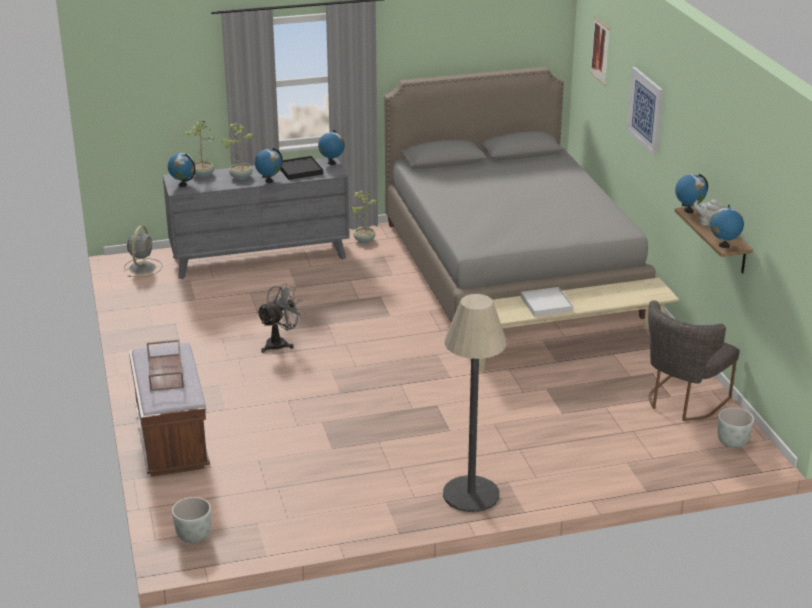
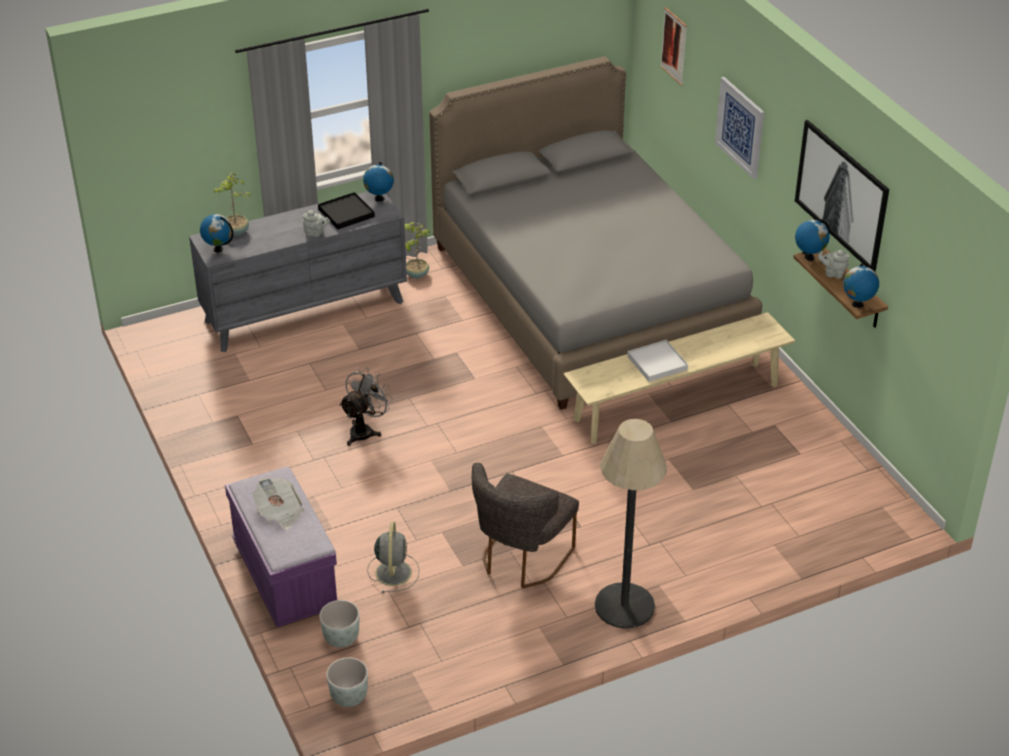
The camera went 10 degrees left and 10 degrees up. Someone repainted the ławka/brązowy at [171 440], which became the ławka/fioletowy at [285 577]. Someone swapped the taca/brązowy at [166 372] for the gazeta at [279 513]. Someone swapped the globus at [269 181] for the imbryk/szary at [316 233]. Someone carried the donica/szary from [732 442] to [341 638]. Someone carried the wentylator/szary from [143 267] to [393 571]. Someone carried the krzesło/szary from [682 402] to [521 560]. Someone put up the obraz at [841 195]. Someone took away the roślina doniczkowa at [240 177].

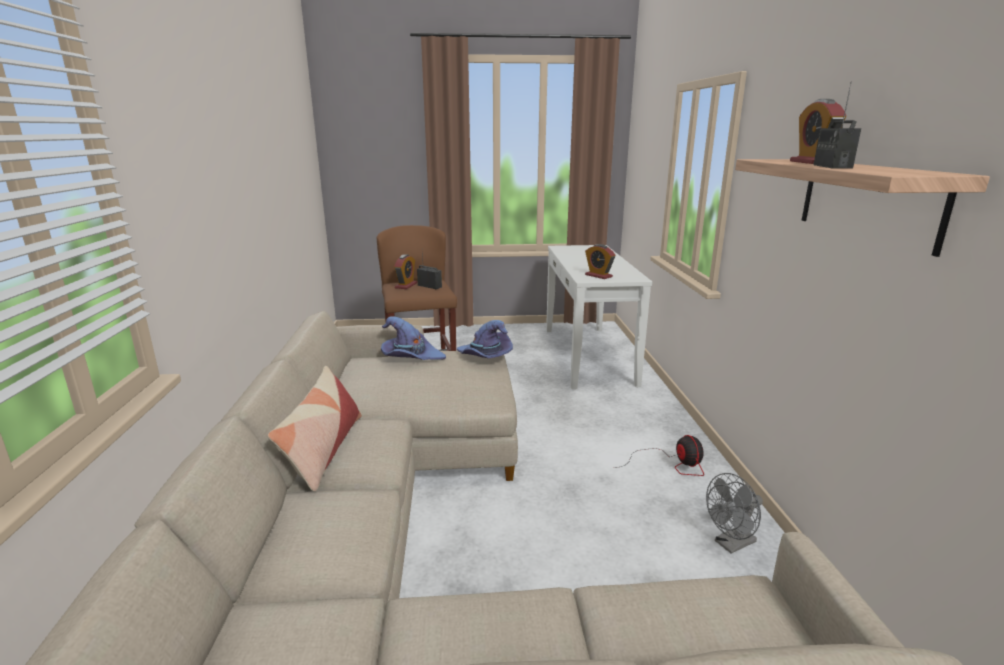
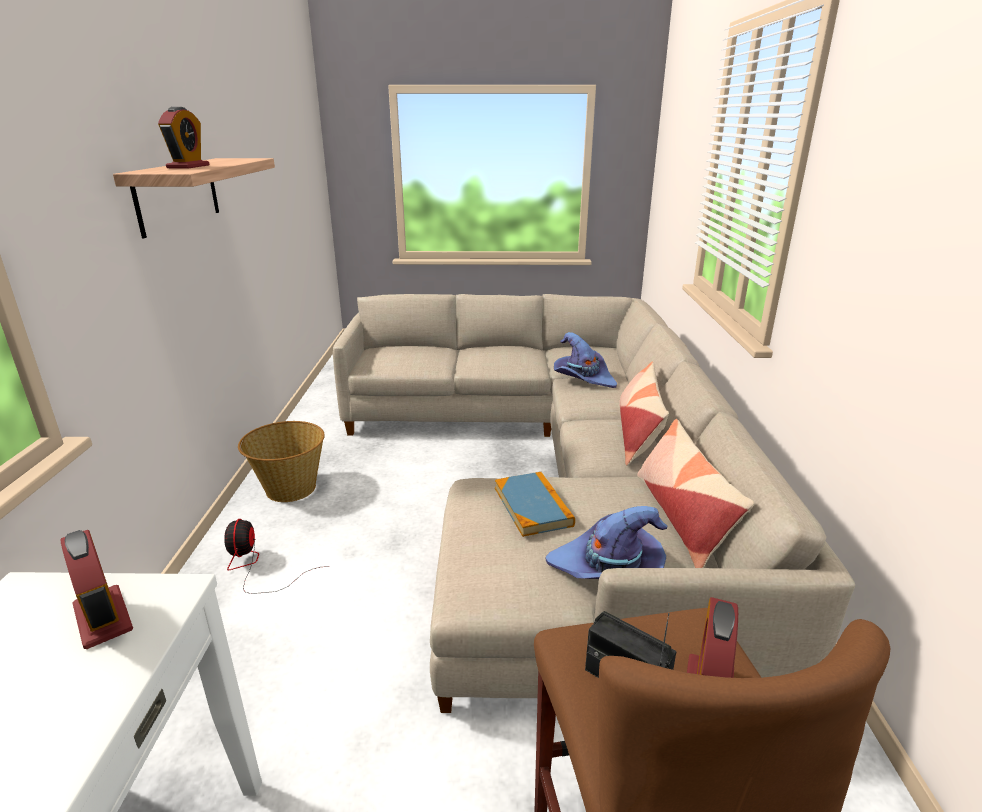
The camera went 175 degrees left and 5 degrees up. Someone swapped the wentylator/szary at [731 544] for the koszyk at [290 489]. Someone put down the książka at [533 506]. Someone carried the kapelusz/fioletowy from [484 356] to [583 378]. Someone put down the poduszka at [682 516]. Someone took away the radio at [831 166].

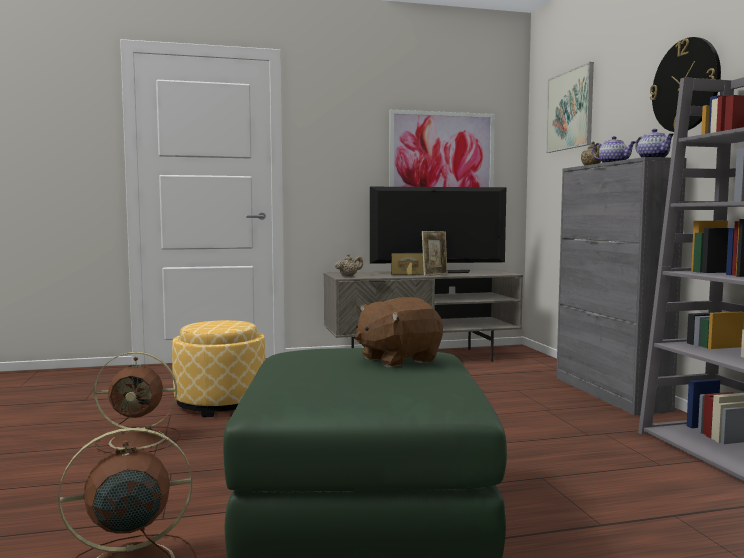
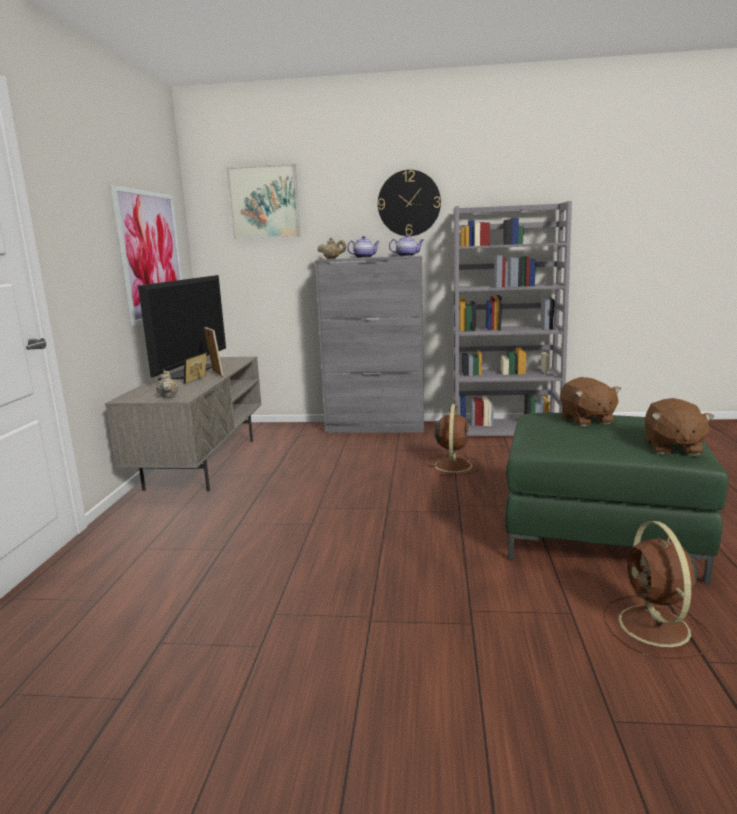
The camera went 70 degrees left and 10 degrees up. Someone carried the wentylator/brązowy from [140 440] to [453 465]. Someone put down the pluszak/brązowy at [672 448]. Someone took away the pufa at [220 403].

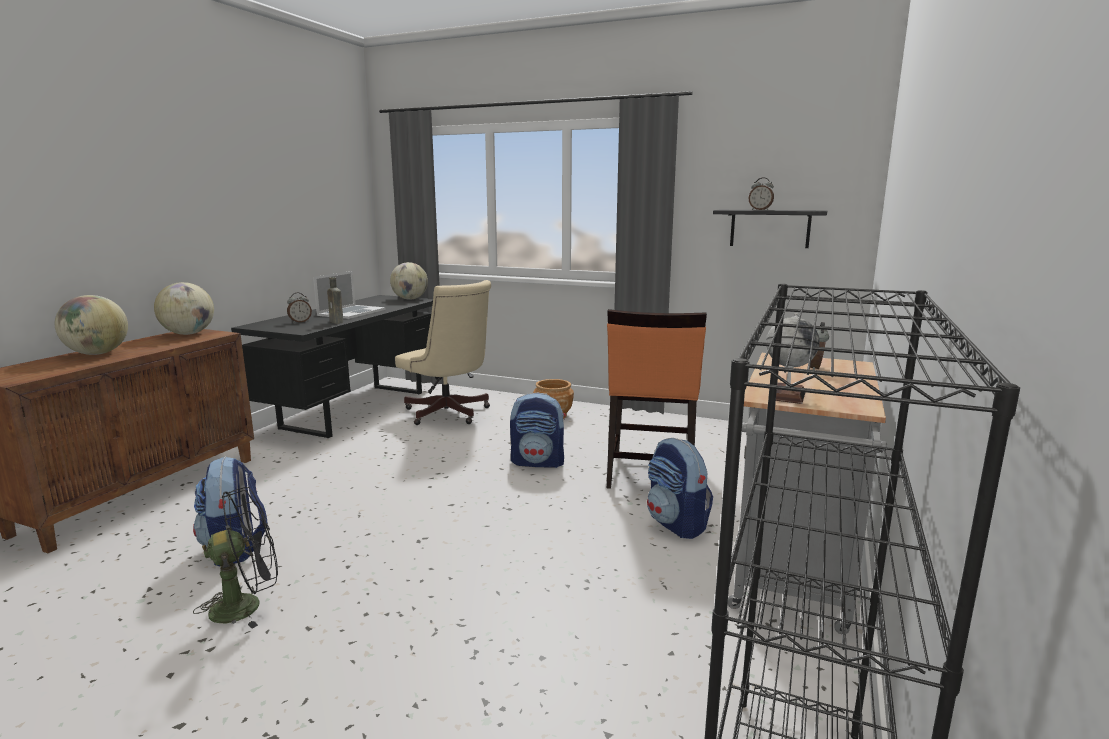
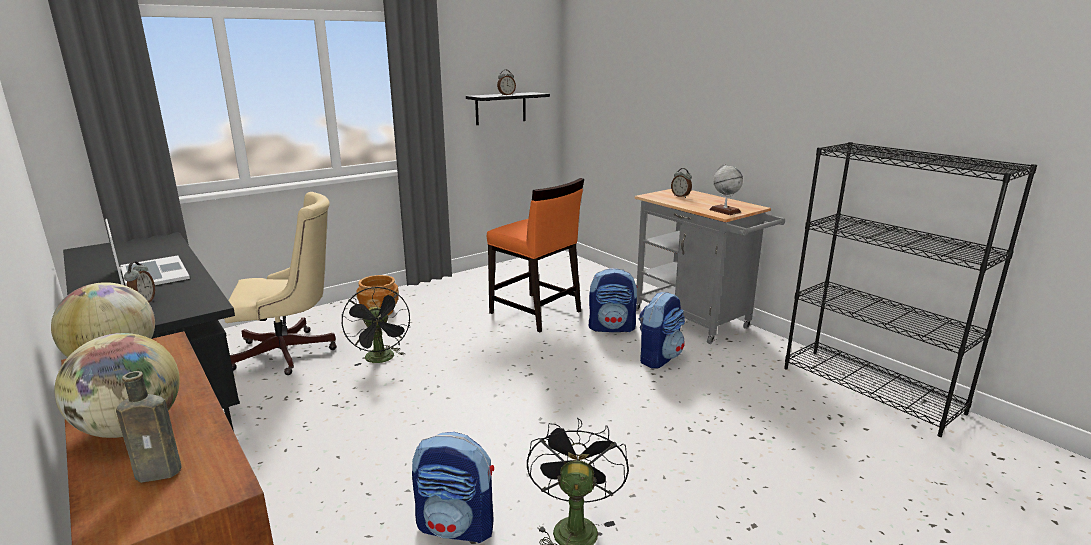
The camera went 60 degrees left and 5 degrees up. Someone carried the butelka/brązowy from [337 322] to [162 472]. Someone put down the wentylator/czarny at [382 360]. Someone carried the plecak from [538 462] to [658 358]. Someone took away the globus at [410 299].

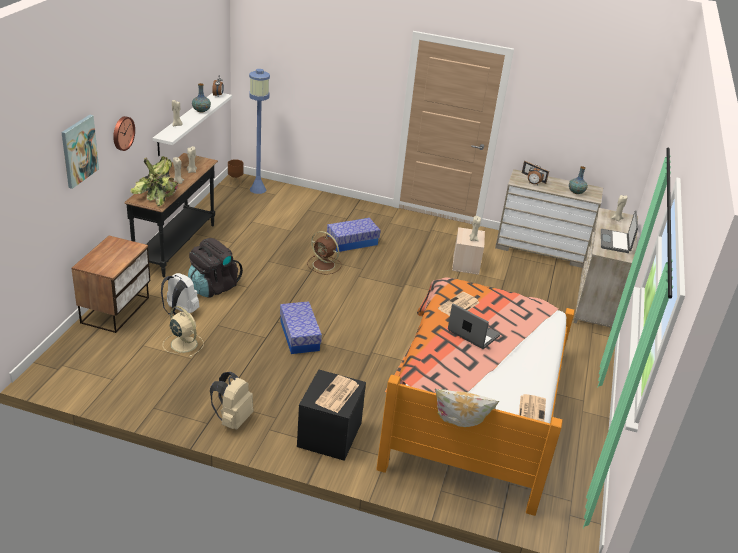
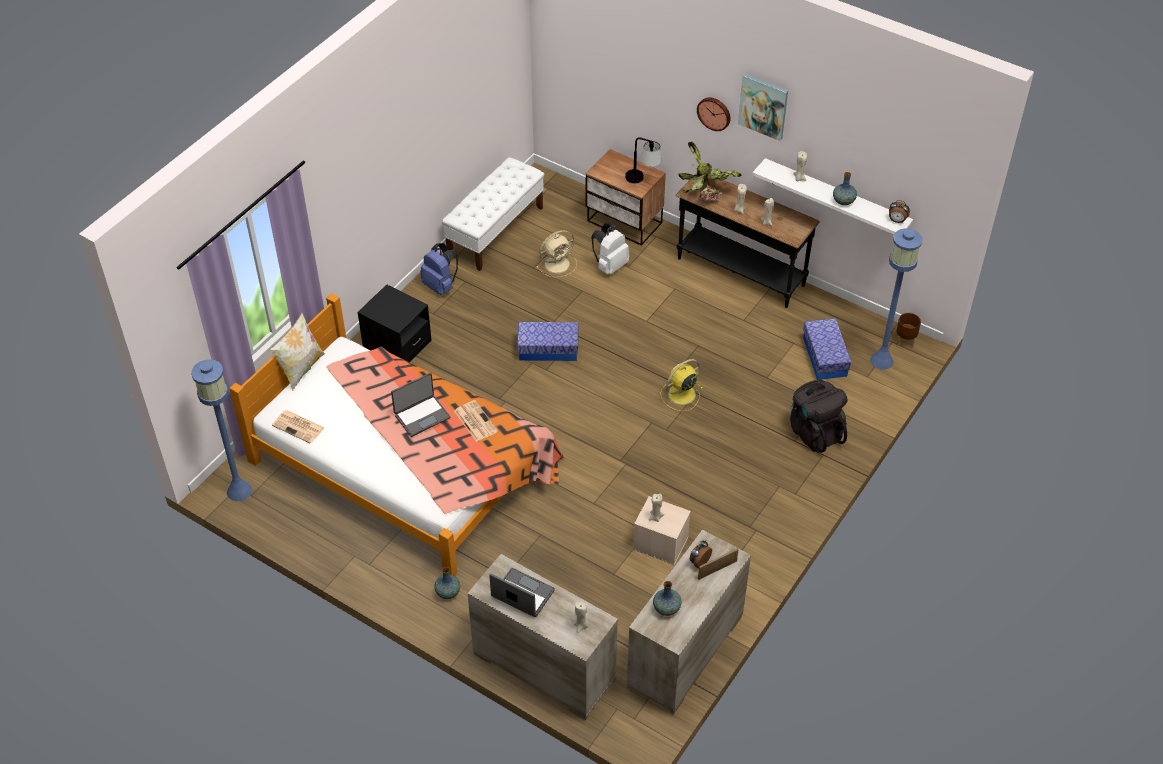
The camera went 110 degrees right and 15 degrees up. Someone put down the lampa stojąca/niebieski at [239 490]. Someone repainted the plecak/beżowy at [233 419], which became the plecak/niebieski at [441 286]. Someone put down the wazon at [448 592]. Someone put down the ławka/biały at [495 231]. Someone put down the lampa stołowa at [642 180]. Someone repainted the wentylator/brązowy at [324 265], which became the wentylator/żółty at [680 395]. Someone carried the obraz from [79 151] to [763 106]. Someone carried the plecak/czarny from [213 287] to [814 431]. Someone carried the pojemnik do przechowywania from [352 242] to [824 357]. Someone took away the gazeta at [337 395].

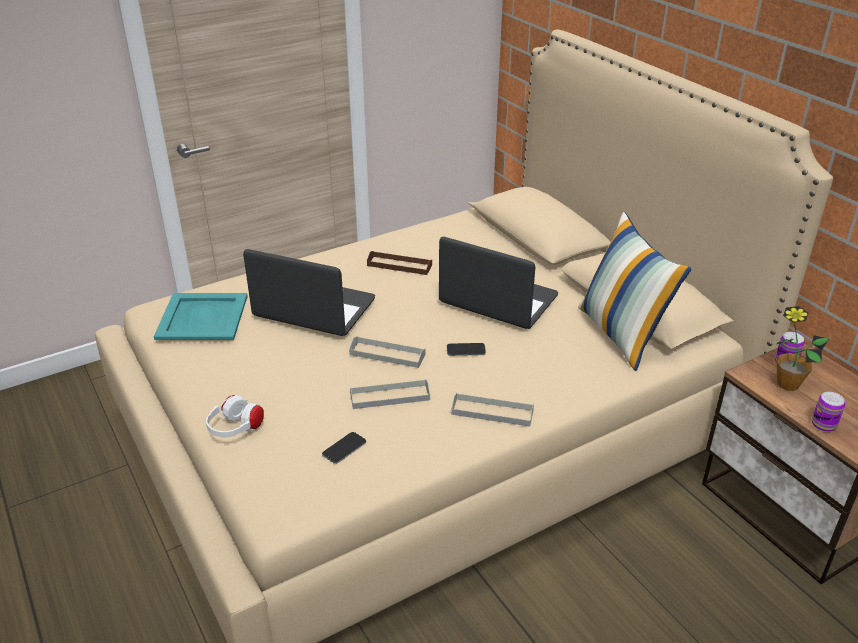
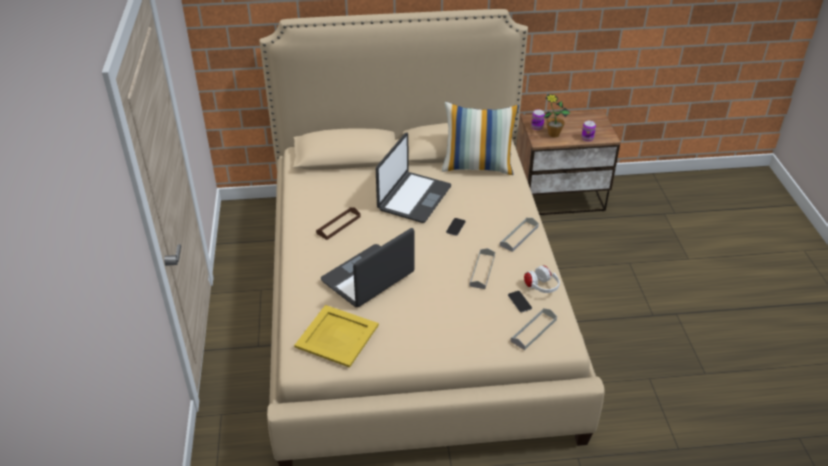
The camera went 65 degrees left and 5 degrees up. Someone repainted the taca/turkusowy at [202 317], which became the taca/żółty at [336 336]. Someone rotated the laptop at [498 301] by 150 degrees clockwise. Someone carried the taca/szary from [387 354] to [533 330]. Someone carried the słuchawki/biały from [236 429] to [541 287].

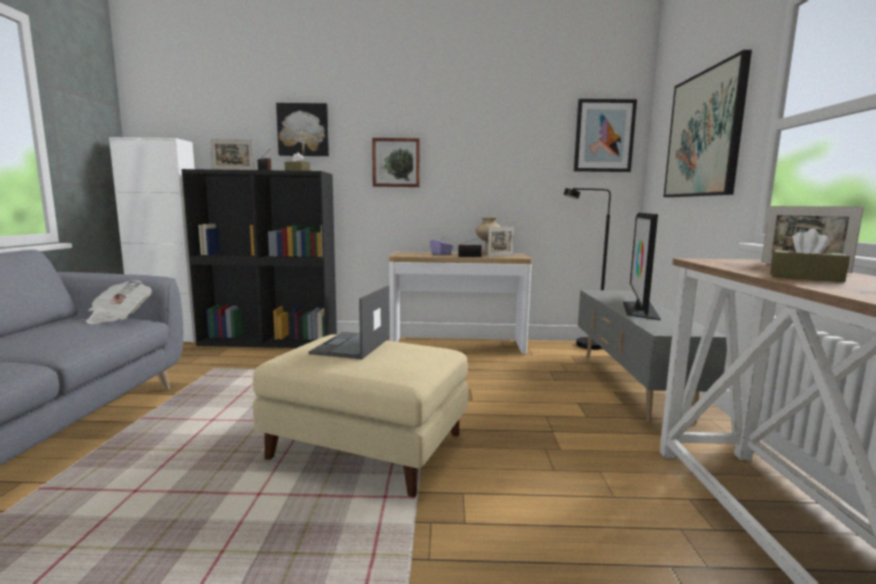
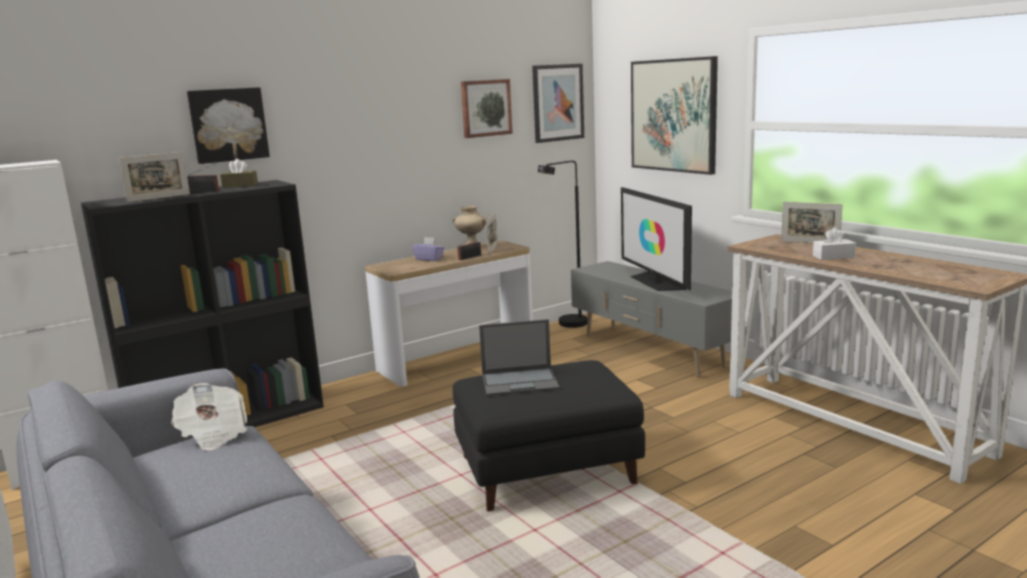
The camera went 35 degrees left and 5 degrees up. Someone repainted the pufa/beżowy at [369 447], which became the pufa/czarny at [548 469]. Someone carried the obraz from [396 163] to [485 108]. Someone rotated the laptop at [351 346] by 75 degrees counterclockwise. Someone repainted the pudełko chusteczek/brązowy at [805 277], which became the pudełko chusteczek/biały at [833 257].

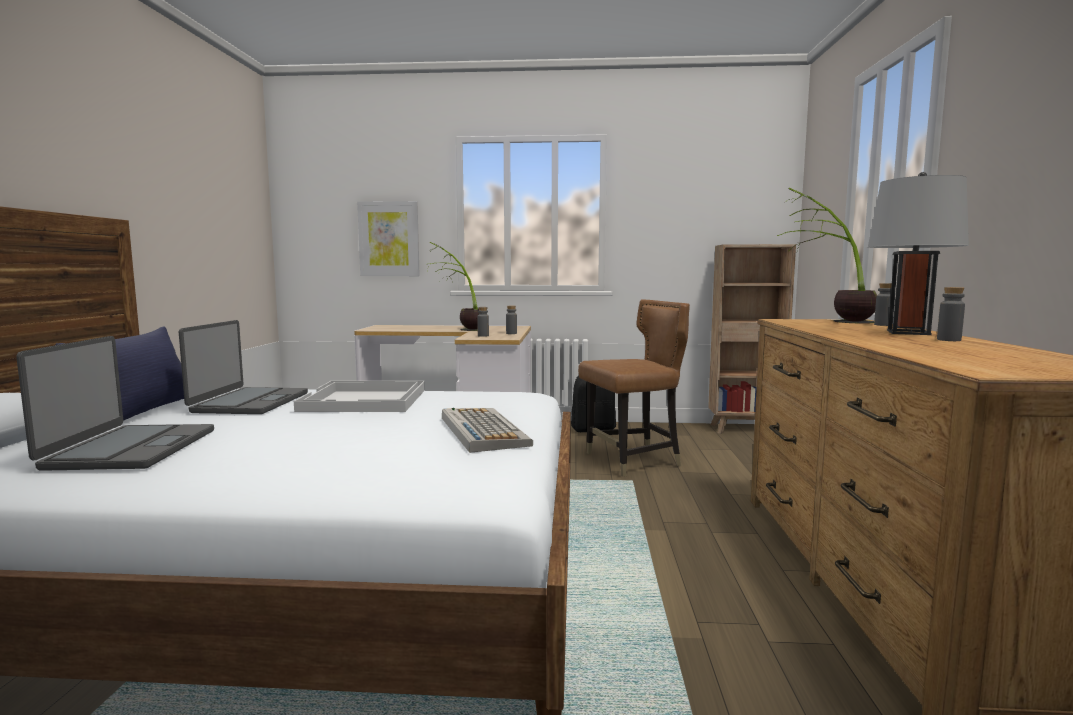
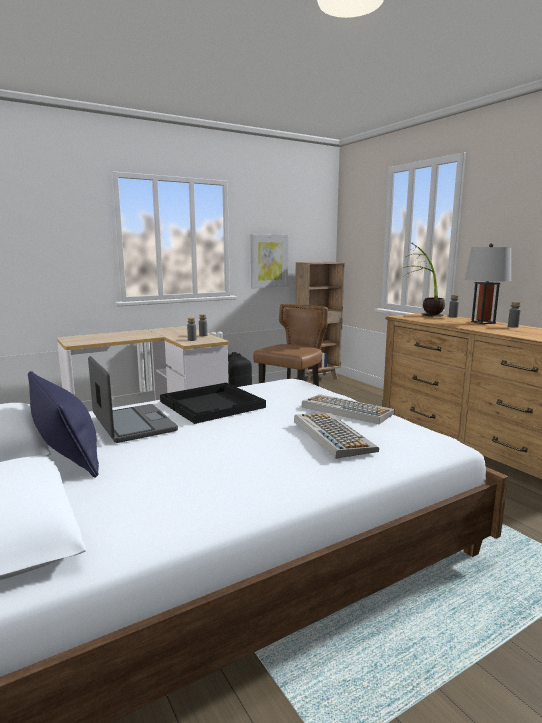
The camera went 35 degrees left and 5 degrees up. Someone repainted the taca/biały at [365 400], which became the taca/czarny at [213 404]. Someone carried the obraz from [389 239] to [269 261]. Someone put down the klawiatura at [331 435]. Someone took away the laptop at [130 449]. Someone took away the roślina doniczkowa at [460 329].

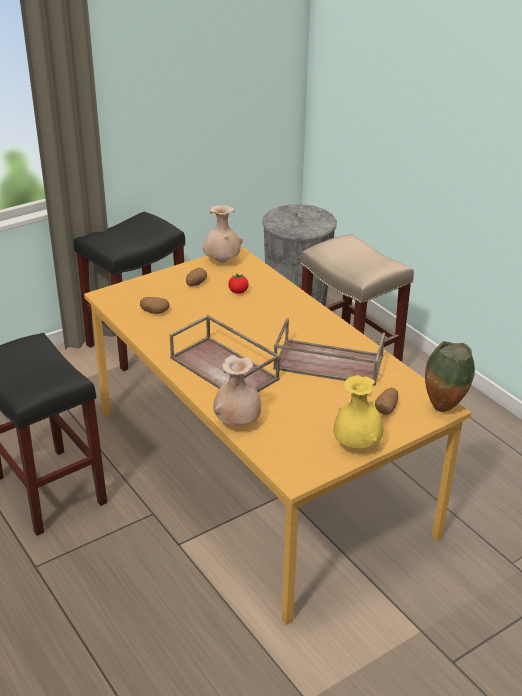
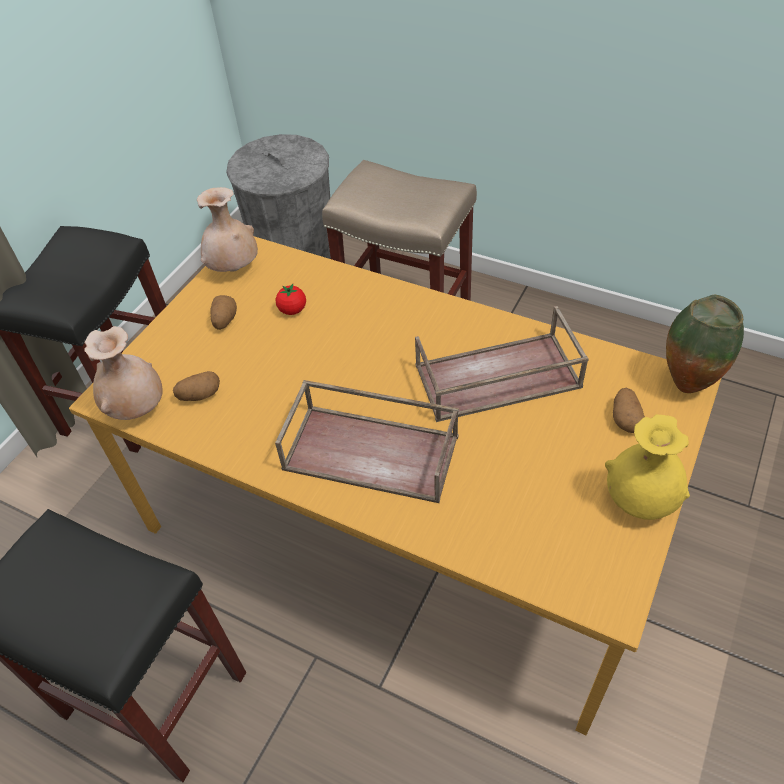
The camera went 25 degrees left and 15 degrees up. Someone carried the wazon/beżowy from [237 422] to [136 408].

